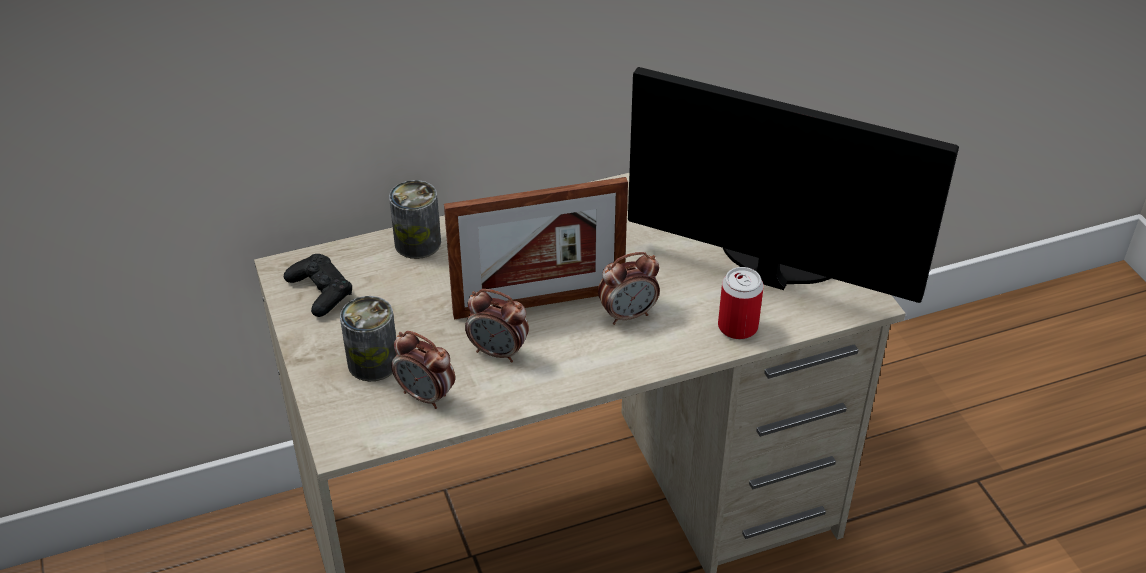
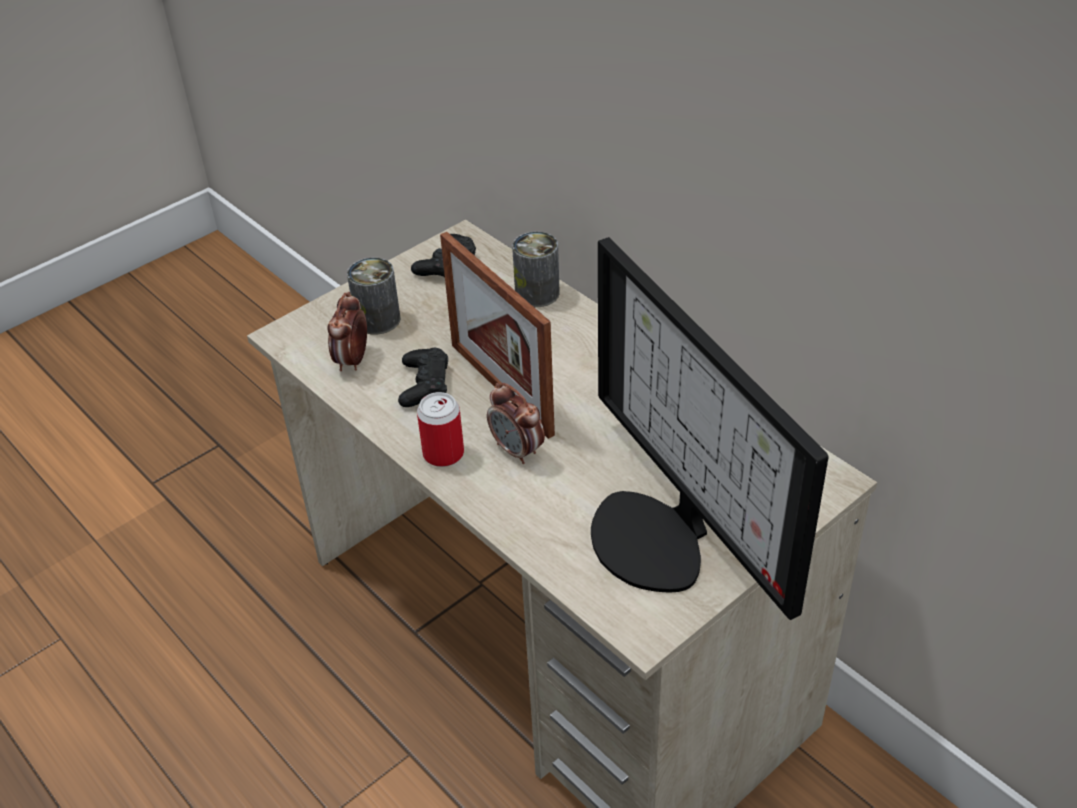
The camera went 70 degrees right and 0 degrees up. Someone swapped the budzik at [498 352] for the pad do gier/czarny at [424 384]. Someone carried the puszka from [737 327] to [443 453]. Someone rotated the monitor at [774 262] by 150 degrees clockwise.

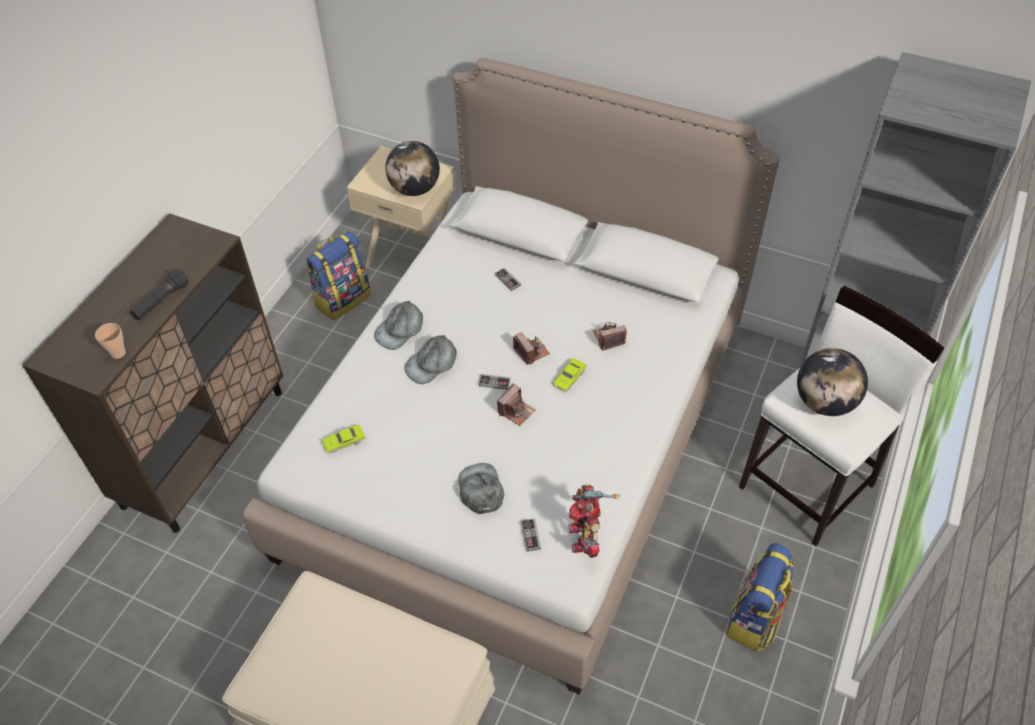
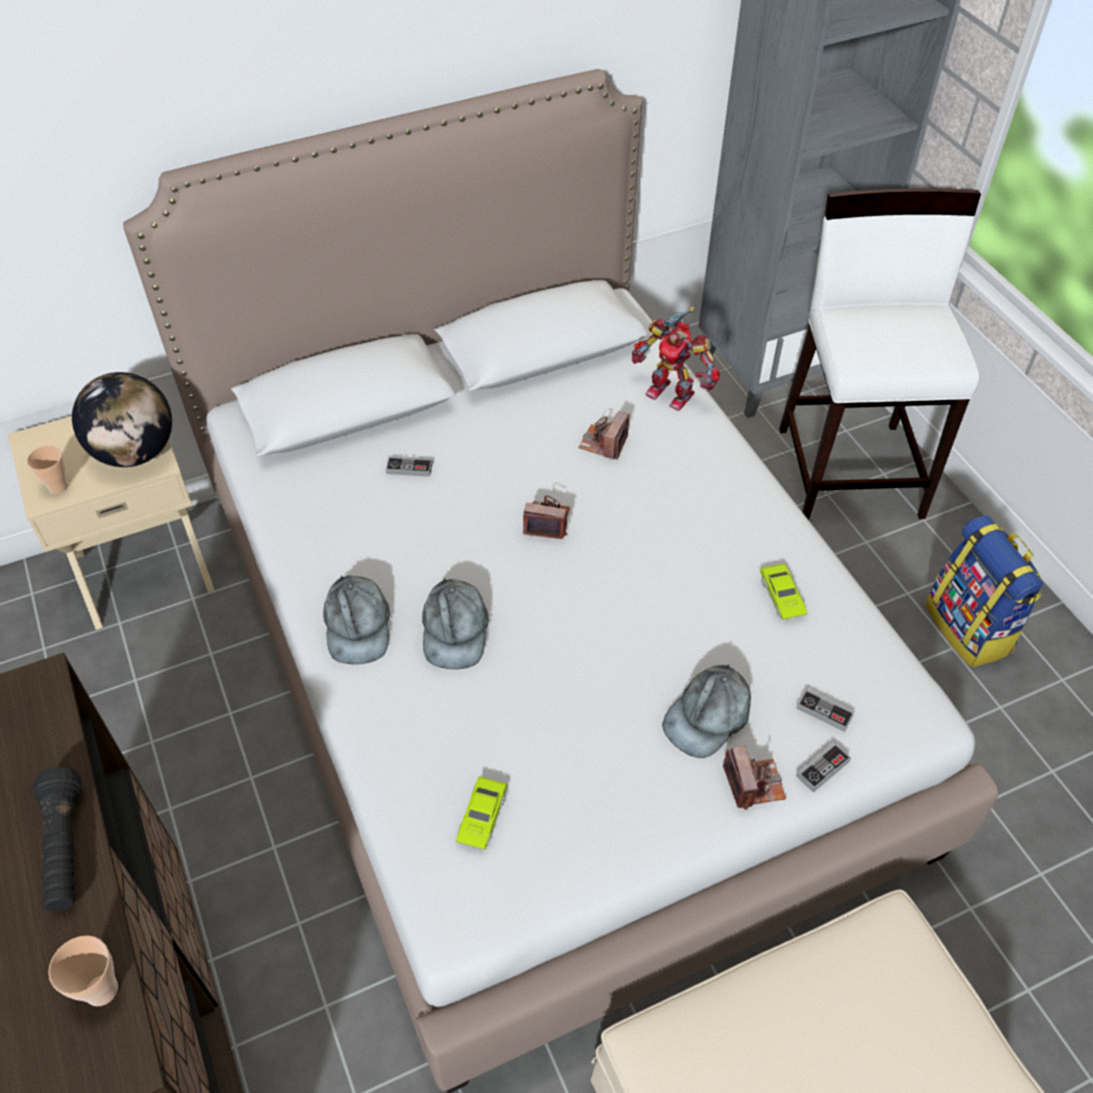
The camera went 50 degrees left and 0 degrees up. Someone put down the filiżanka at [58 486]. Someone carried the robot zabawkowy from [585 537] to [671 392]. Someone rotated the czapka z daszkiem/szary at [480 490] by 75 degrees counterclockwise. Someone carried the aparat fotograficzny from [516 411] to [753 784]. Someone carried the samochodzik/zielony from [569 377] to [782 596]. Someone carried the pad do gier from [494 383] to [822 768]. Someone took away the plecak at [342 299]. Someone took away the globus at [824 402].

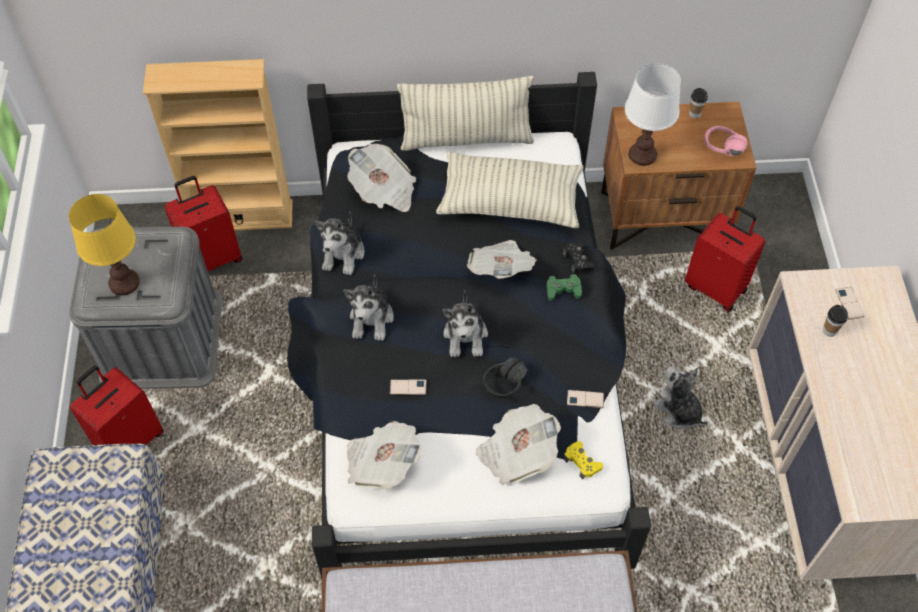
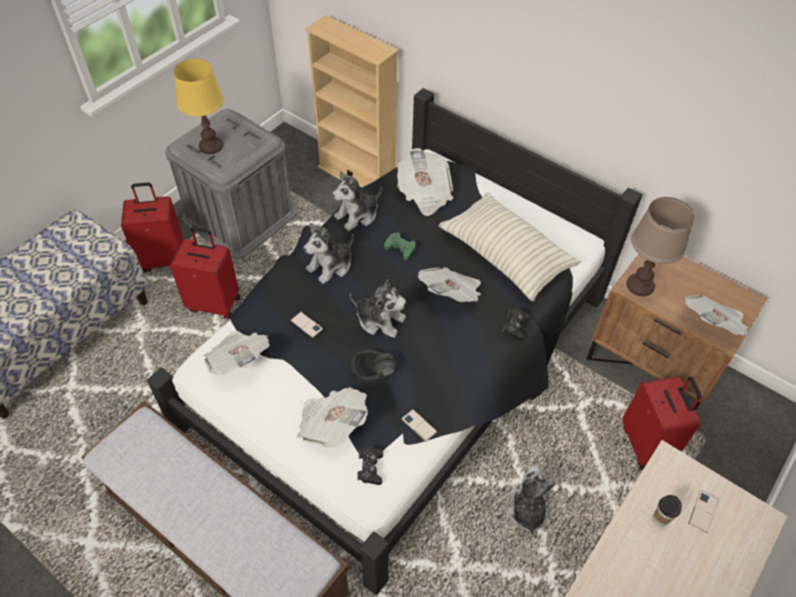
The camera went 40 degrees right and 5 degrees down. Someone carried the walizka/czerwony from [212 257] to [215 303]. Someone rotated the pluszak at [466 335] by 105 degrees counterclockwise. Someone repainted the pad do gier/żółty at [582 462], which became the pad do gier/czarny at [370 468]. Someone carried the pad do gier/zielony from [563 290] to [400 248]. Someone repainted the lampa stołowa/biały at [642 154], which became the lampa stołowa/brązowy at [640 285]. Someone swapped the słuchawki/różowy at [721 151] for the gazeta at [713 325]. Someone took away the poduszka at [466 139]. Someone took away the filiżanka at [694 114].

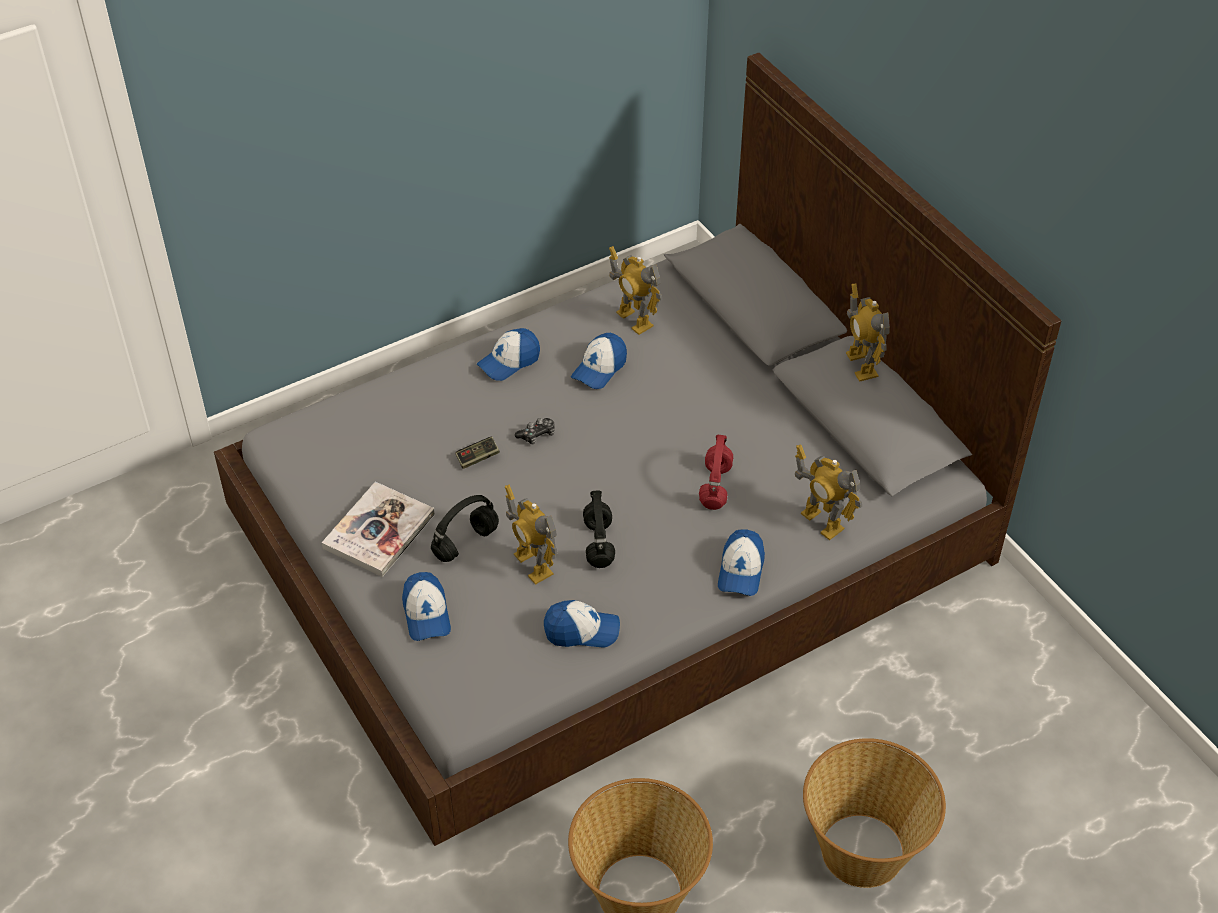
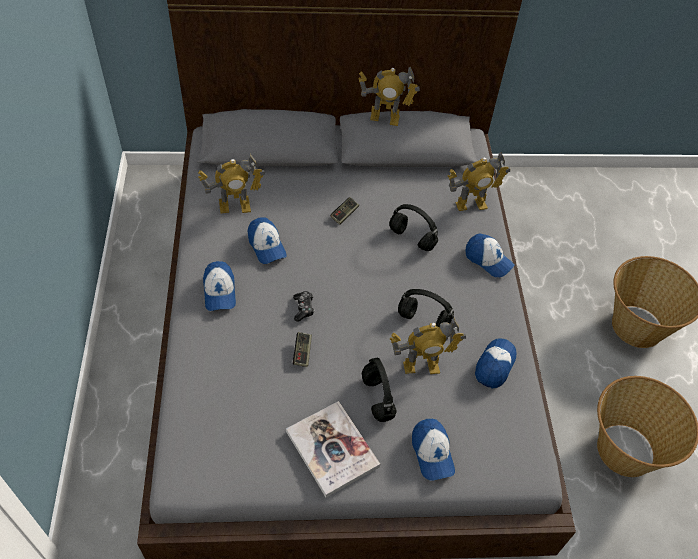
The camera went 65 degrees left and 5 degrees up. Someone put down the pad do gier at [344 214]. Someone repainted the słuchawki/czerwony at [715 485], which became the słuchawki/czarny at [411 238]. Someone rotated the czapka z daszkiem at [426 614] by 60 degrees clockwise.

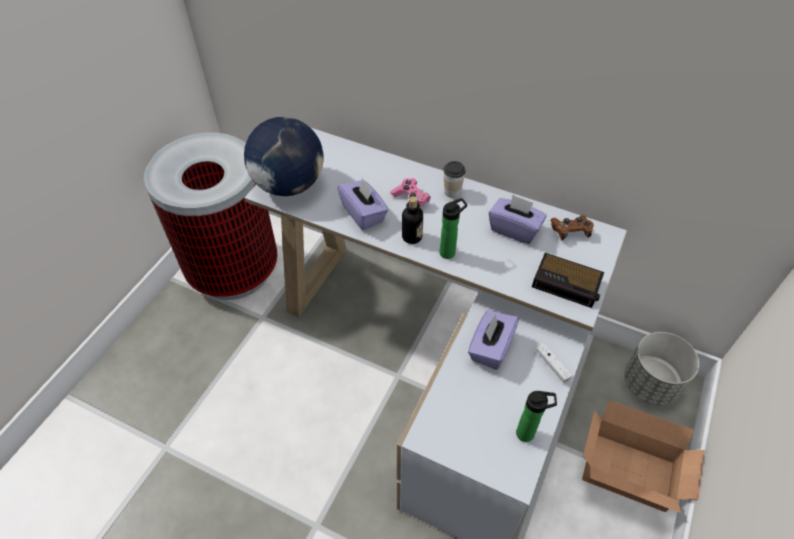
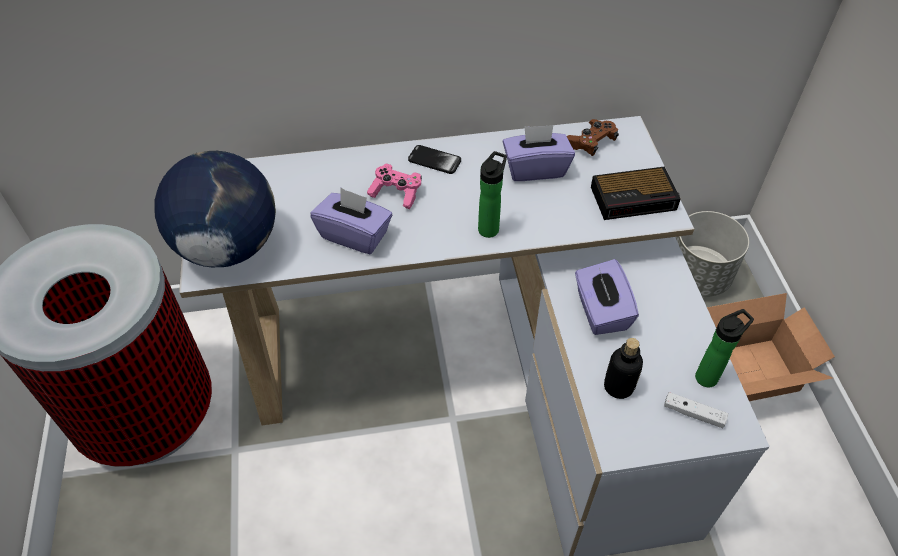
The camera went 35 degrees left and 0 degrees up. Someone swapped the filiżanka at [452 192] for the telefon at [434 160]. Someone carried the butelka from [412 237] to [618 386]. Someone carried the pad do gier/biały from [552 365] to [693 414].

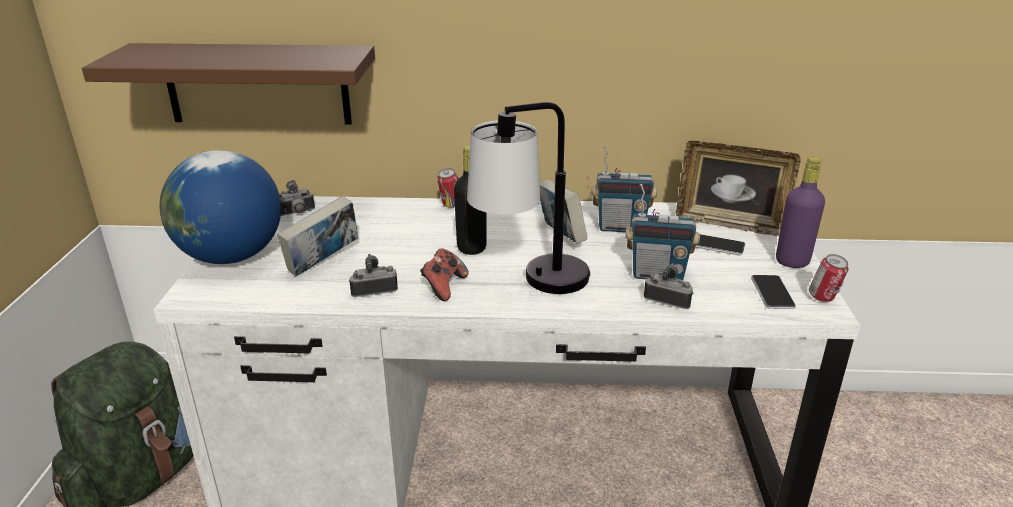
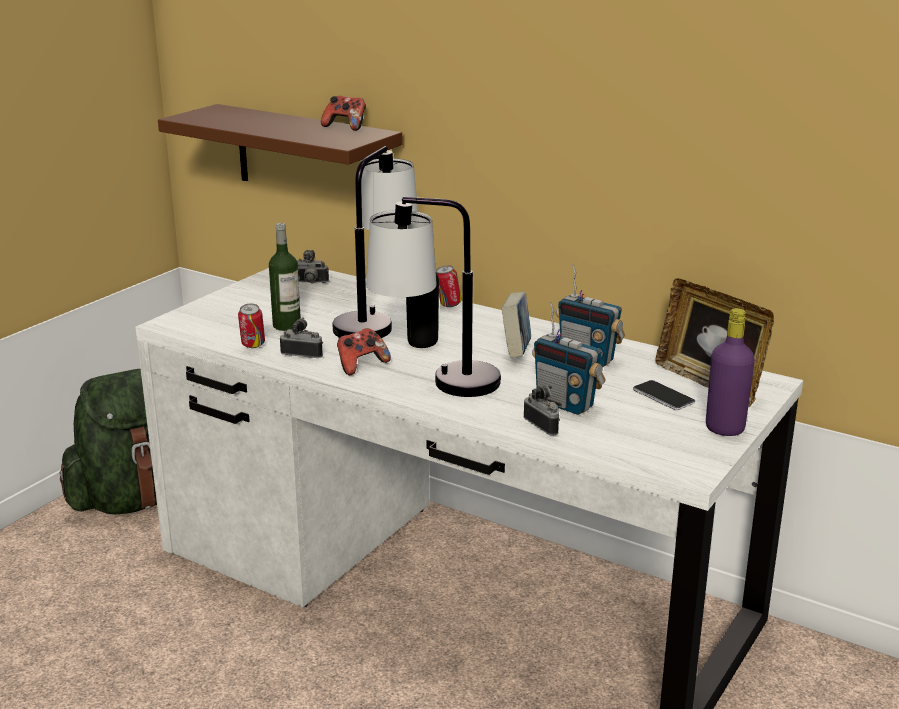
The camera went 30 degrees right and 5 degrees down. Someone carried the puszka from [823 298] to [253 346]. Someone swapped the książka at [323 264] for the butelka at [286 325]. Someone put down the pad do gier at [346 127]. Someone put down the lampa stołowa at [375 320]. Someone took away the globus at [231 256]. Someone took away the telefon at [772 293].

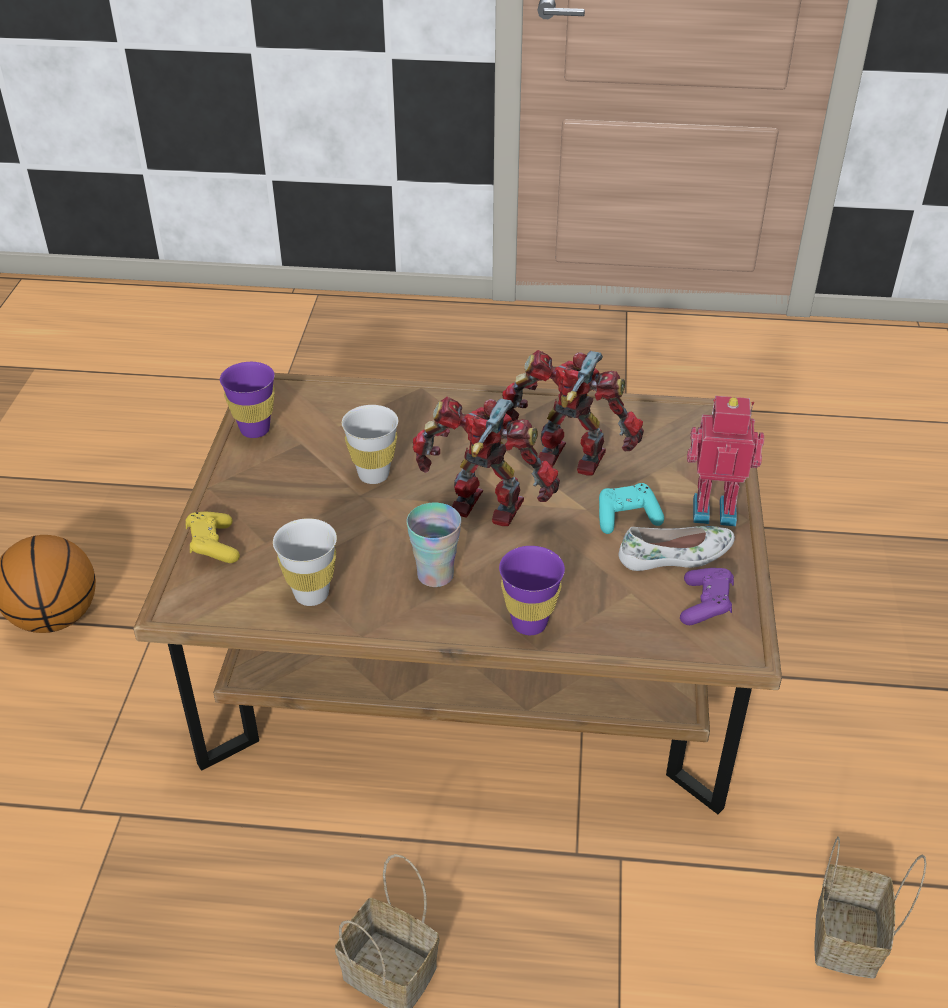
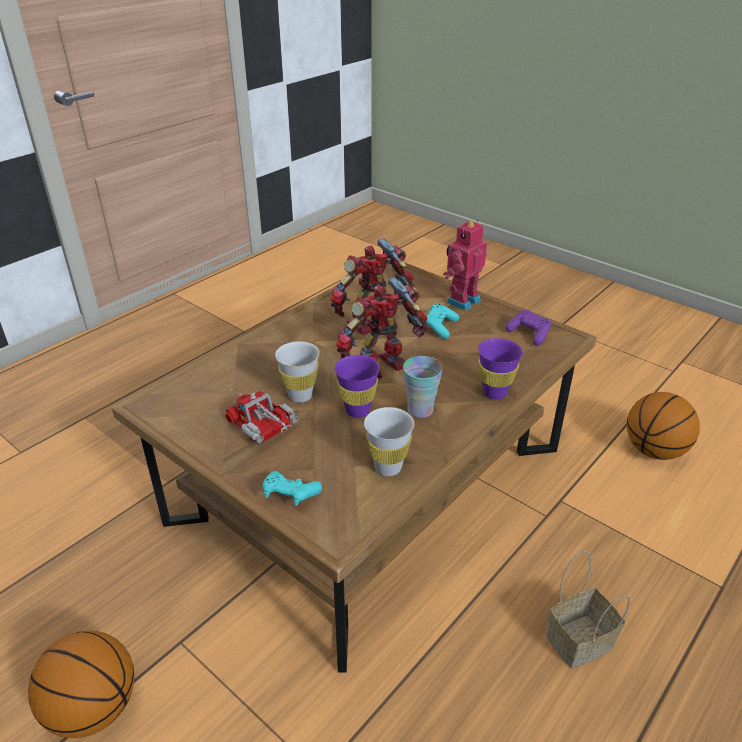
The camera went 55 degrees left and 5 degrees down. Someone put down the ciężarówka zabawkowa at [265 428]. Someone repainted the pad do gier/żółty at [213 546], which became the pad do gier/turkusowy at [290 496]. Someone carried the filiżanka/fioletowy from [255 430] to [357 410]. Someone swapped the koszyk at [848 940] for the piłka do koszykówki at [655 450]. Someone took away the but/biały at [676 556].

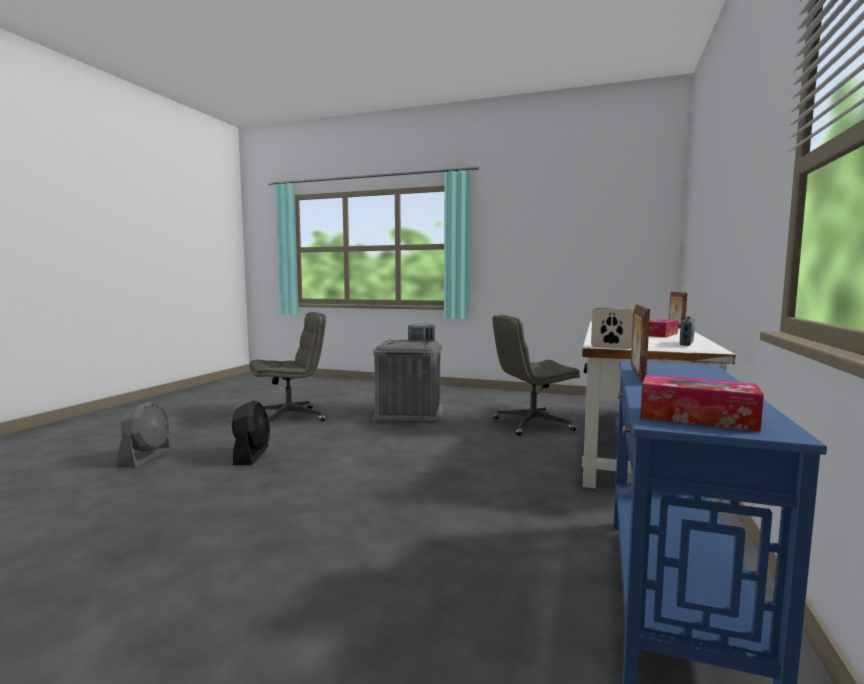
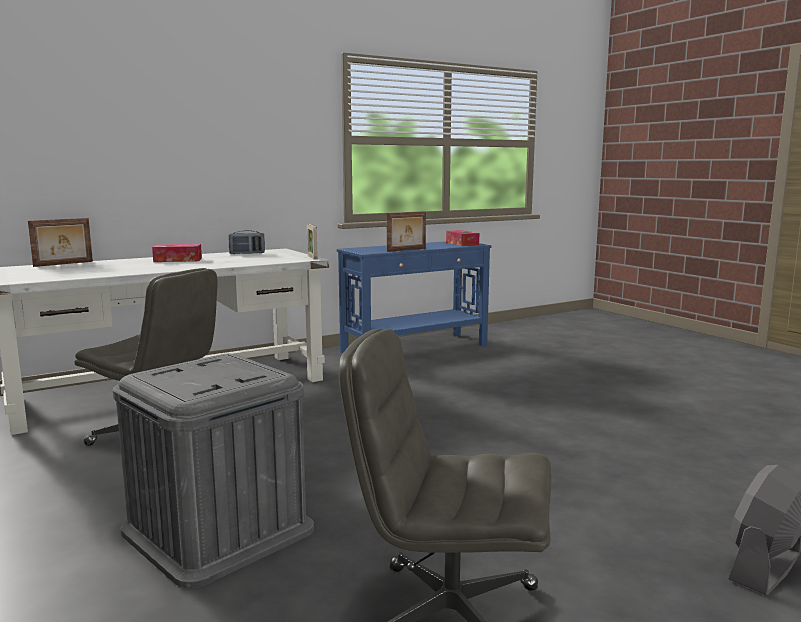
The camera went 140 degrees left and 5 degrees up. Someone took away the wentylator/czarny at [252 455]. Someone took away the radio at [421 340].

